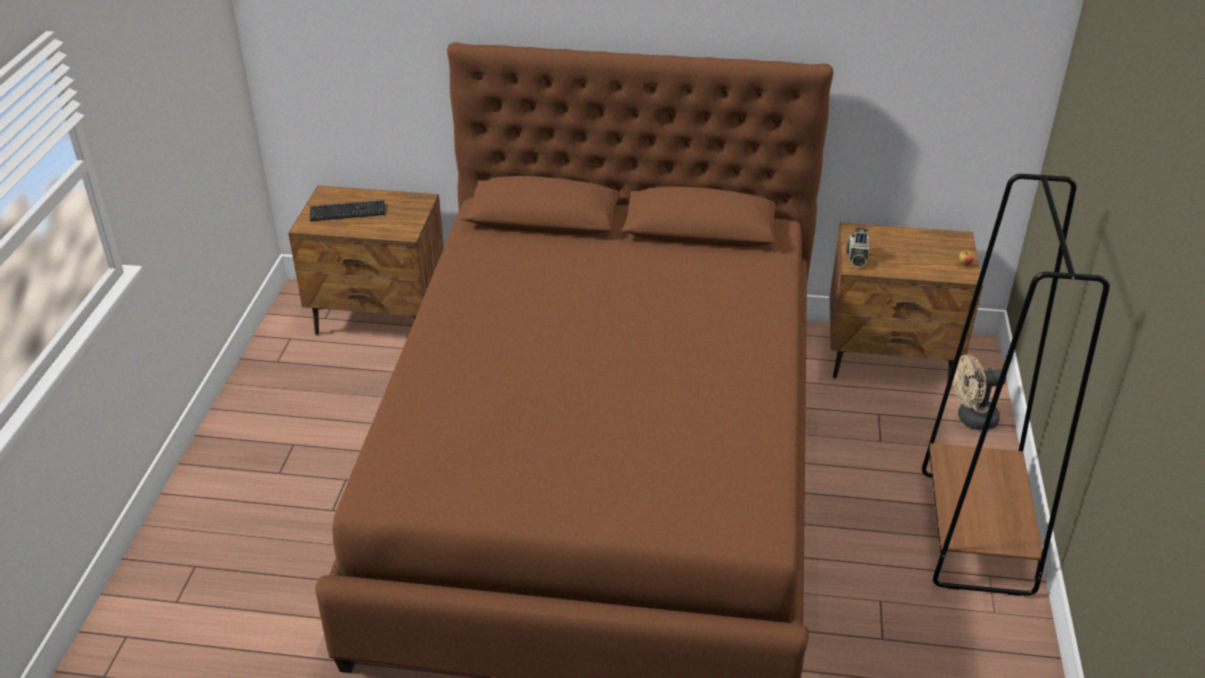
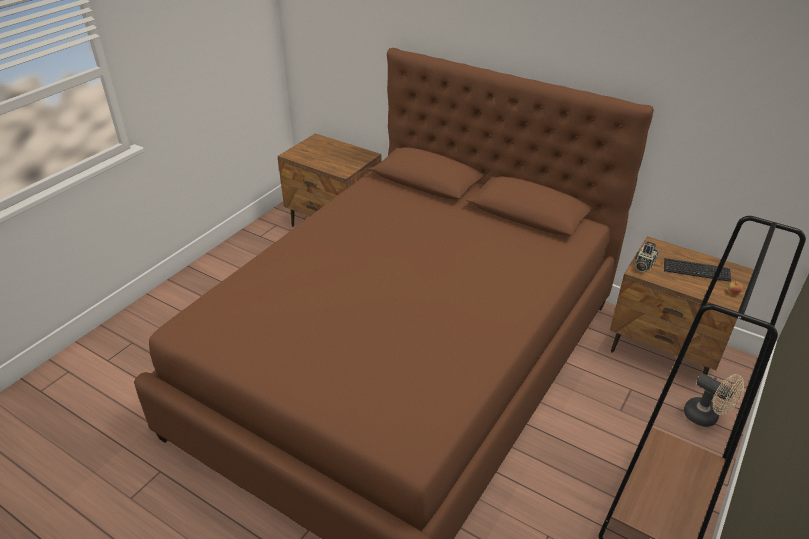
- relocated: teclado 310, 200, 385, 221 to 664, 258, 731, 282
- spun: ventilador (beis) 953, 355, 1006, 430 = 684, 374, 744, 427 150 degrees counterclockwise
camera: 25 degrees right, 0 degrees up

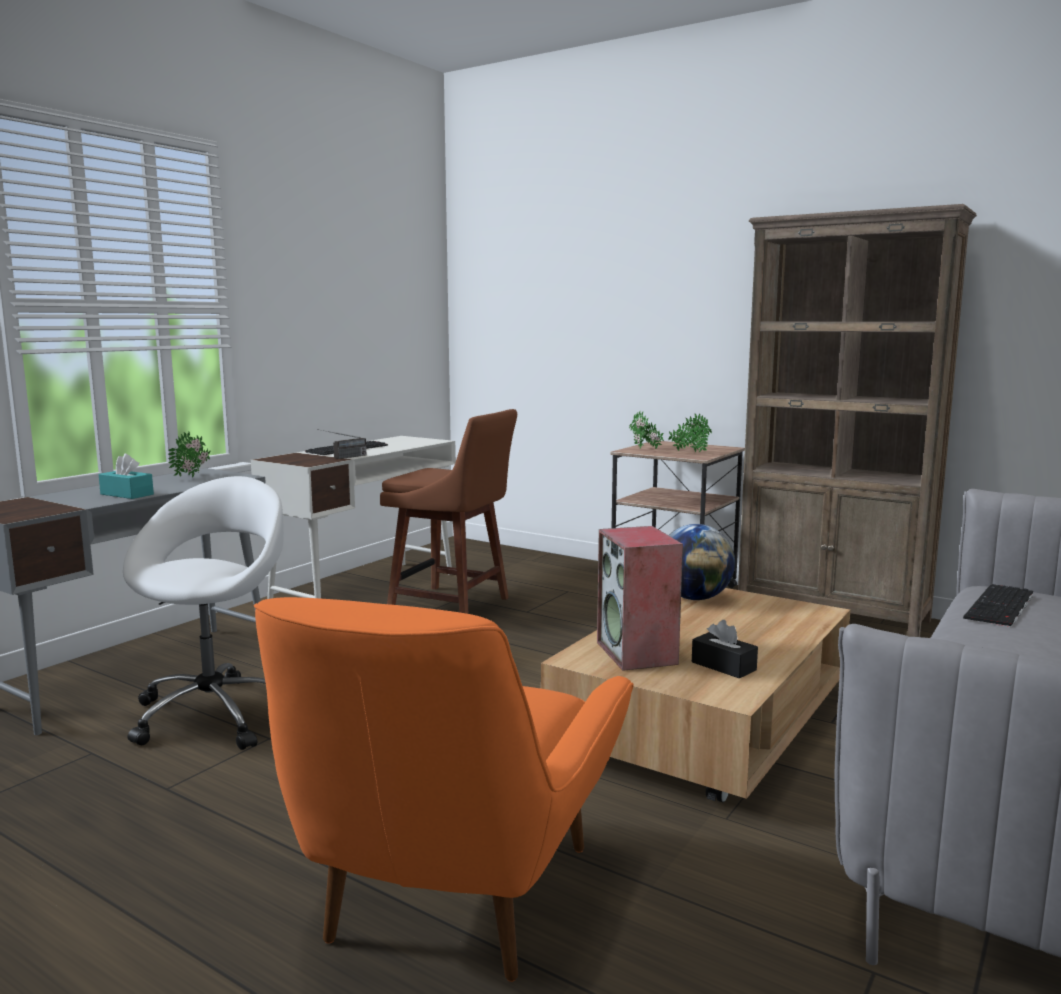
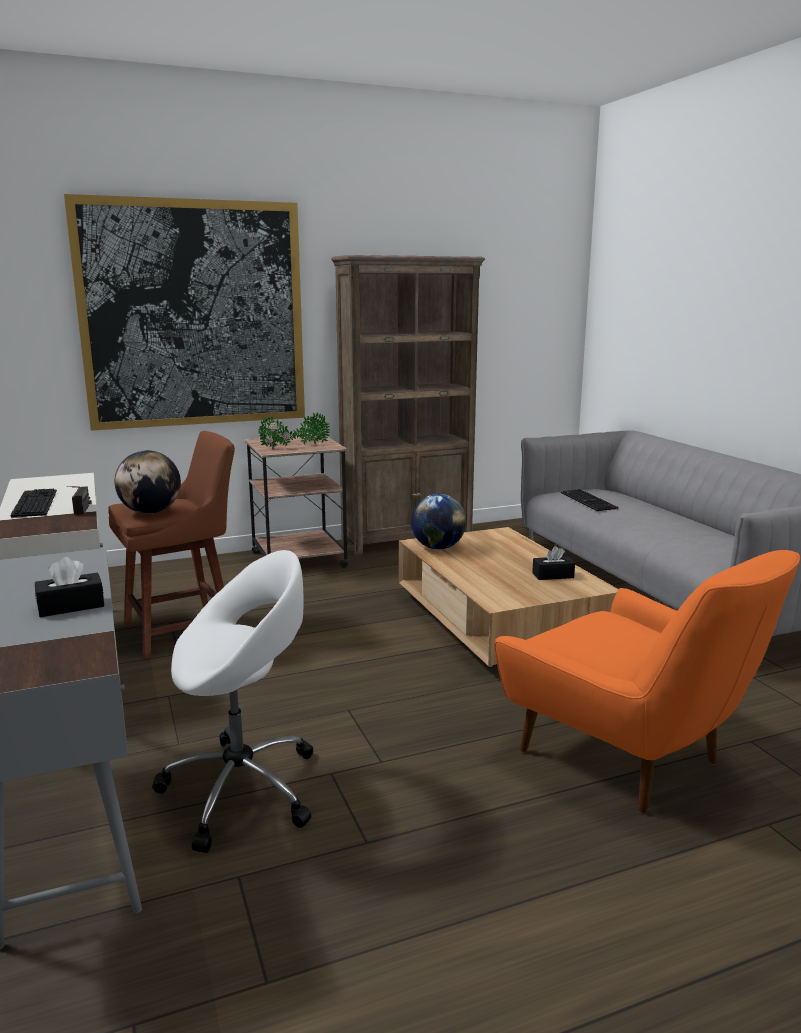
- missing: planta en maceta 168, 432, 210, 478
- missing: altavoz 597, 526, 683, 671
- appeared: cuadro 64, 194, 305, 431
- appeared: globo terráqueo 115, 450, 181, 514
- colour: caja de pañuelos (turquesa) 98, 454, 154, 499 to caja de pañuelos (negro) 35, 557, 104, 617
- spun: silla de oficina (blanco) 123, 476, 284, 750 = 152, 550, 313, 853 105 degrees clockwise
camera: 55 degrees left, 5 degrees up

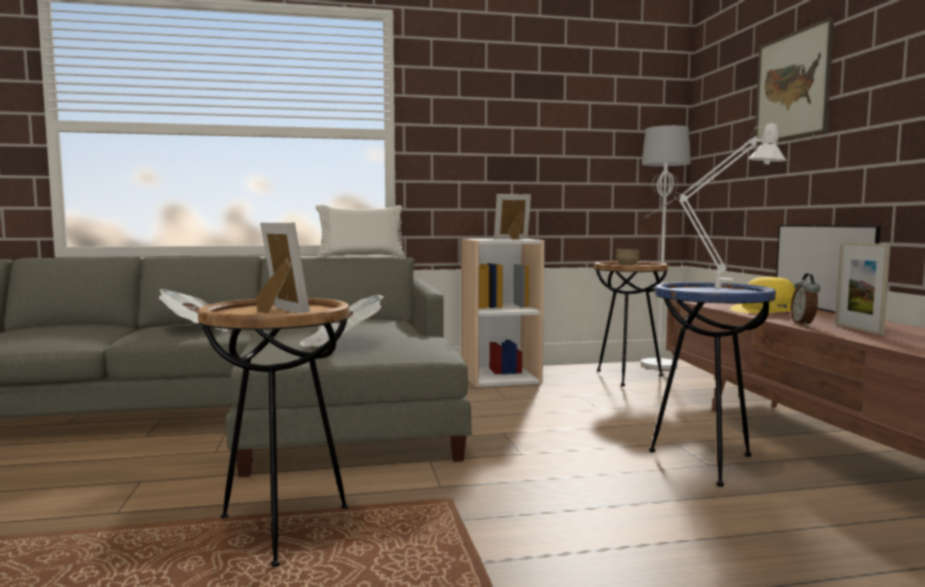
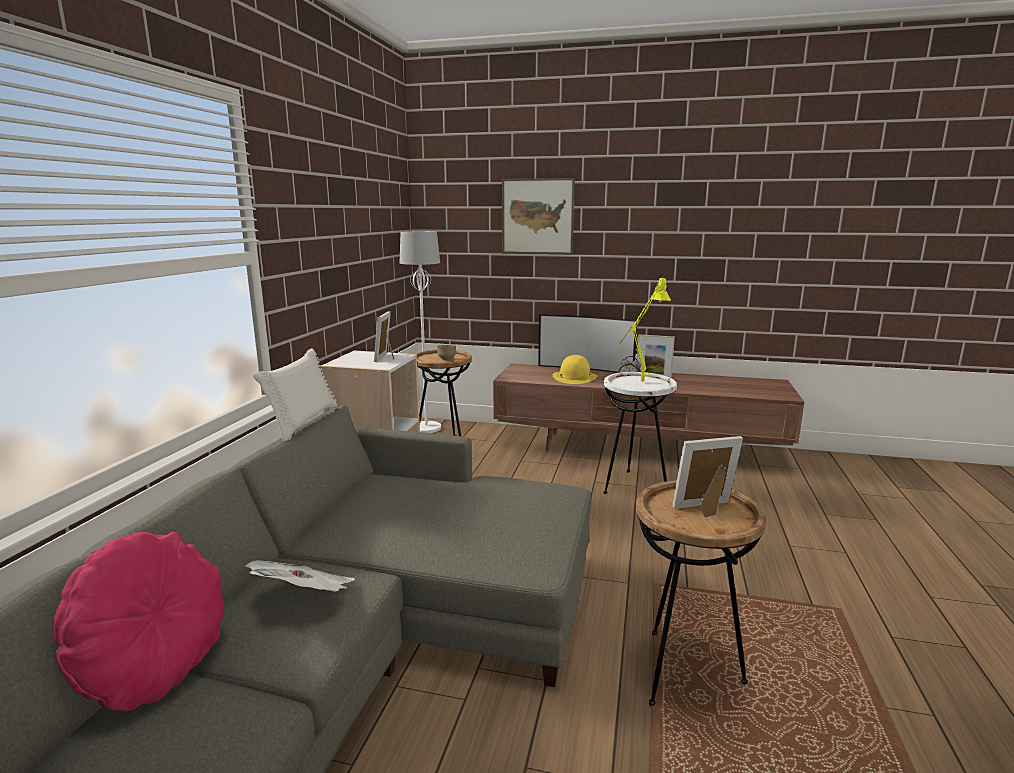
- missing: periódico 299, 295, 384, 347
- appeared: cojín (rosa) 53, 532, 224, 711
- colour: lámpara de mesa (blanco) 644, 121, 787, 289 to lámpara de mesa (amarillo) 618, 278, 671, 382
- colour: mesa auxiliar (azul) 649, 282, 776, 487 to mesa auxiliar (blanco) 604, 372, 677, 494
camera: 65 degrees left, 10 degrees up

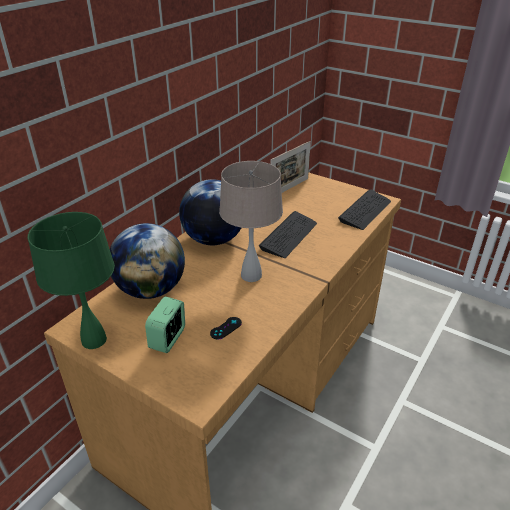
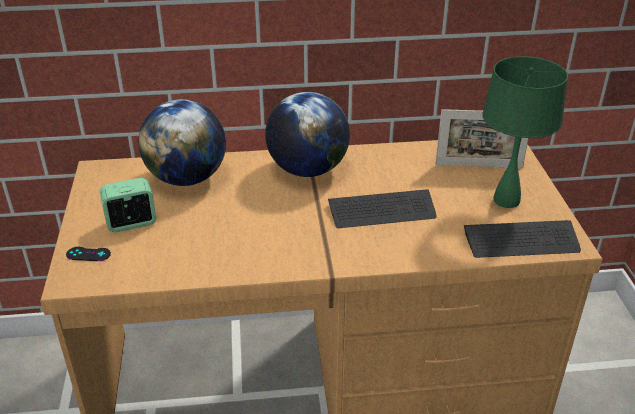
- missing: lámpara de mesa (beis) 219, 161, 283, 282
- relocated: lámpara de mesa (verde) 28, 212, 115, 349 to 482, 56, 568, 208
- relocated: mando de consola (negro) 210, 317, 242, 339 to 66, 247, 111, 261
camera: 50 degrees right, 0 degrees up

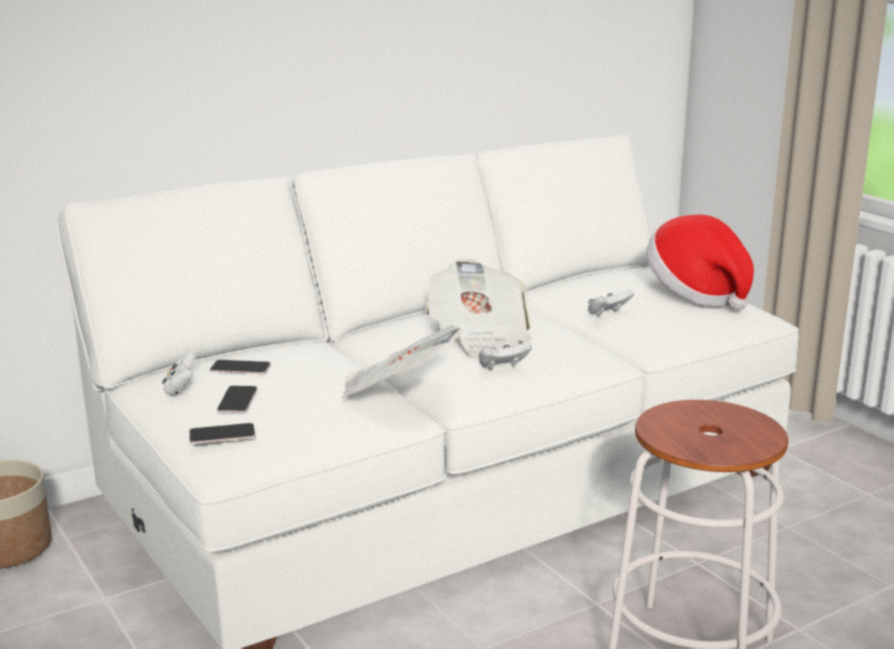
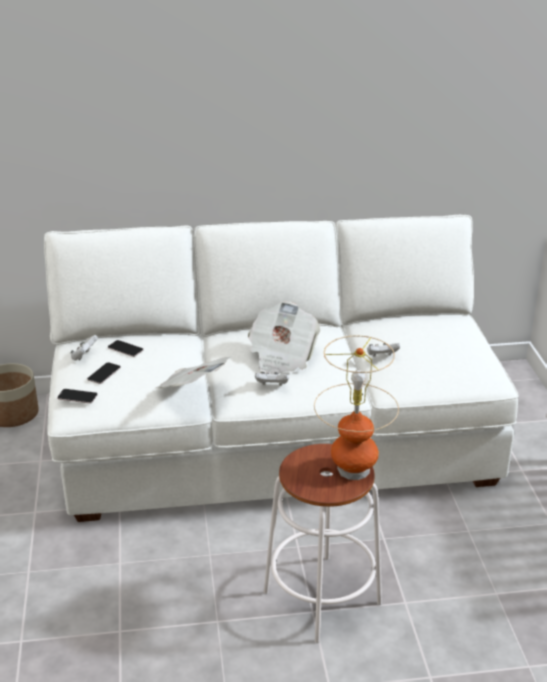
- missing: sombrero 646, 215, 754, 310
- appeared: lámpara de mesa 314, 335, 399, 480
camera: 25 degrees right, 10 degrees up

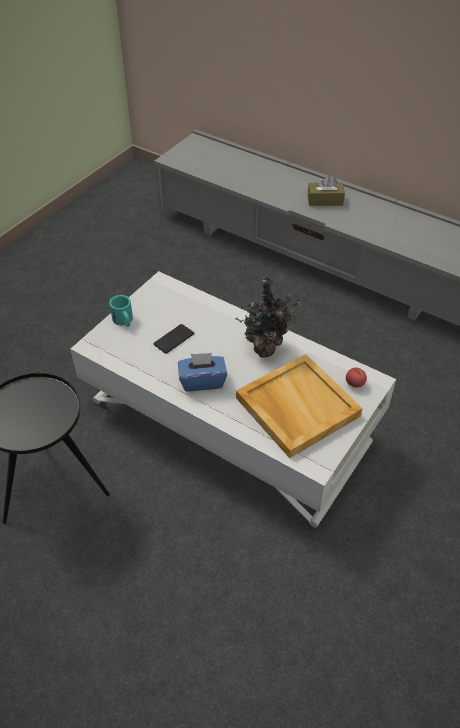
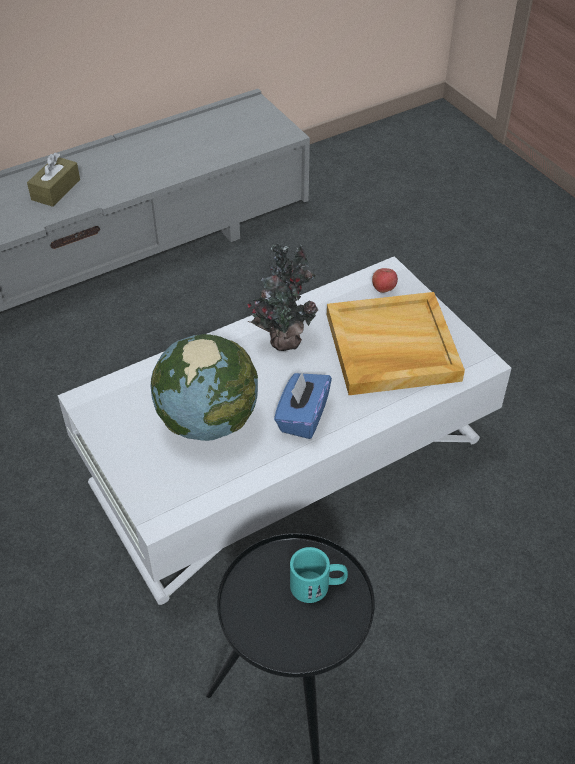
- relocated: taza grande (turquesa) 109, 295, 133, 327 to 290, 547, 348, 603
- exchanged: móvil 153, 324, 194, 354 to globo terráqueo 151, 334, 258, 441
camera: 65 degrees left, 0 degrees up

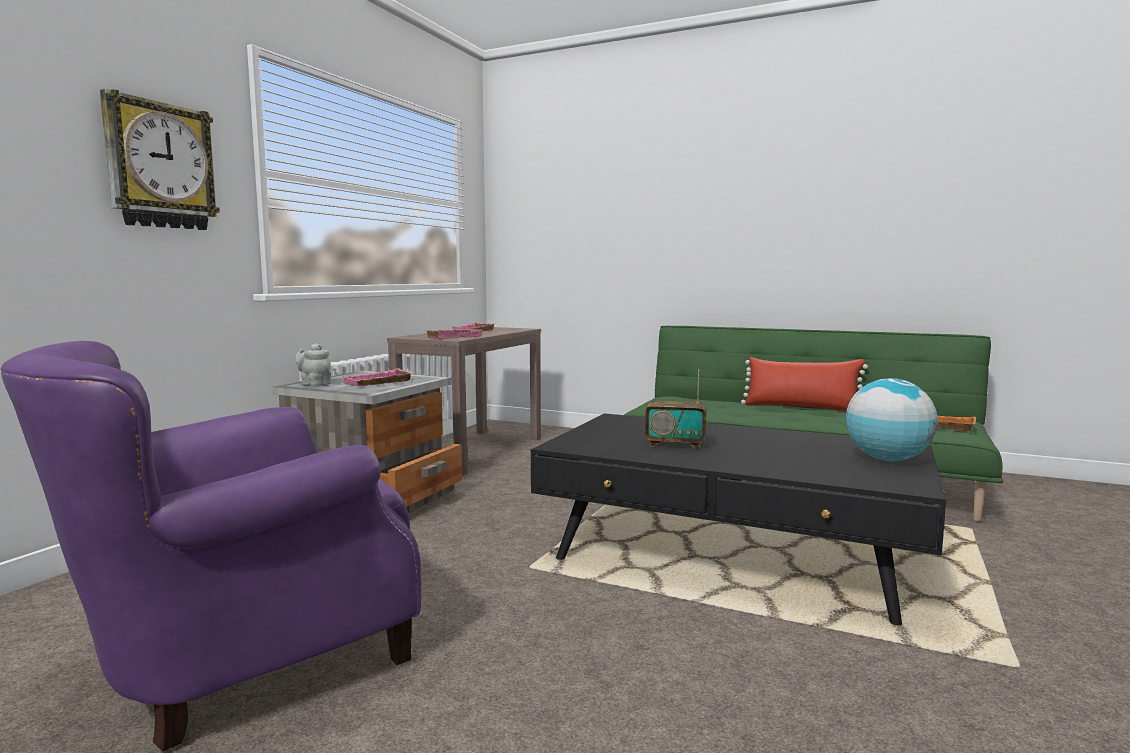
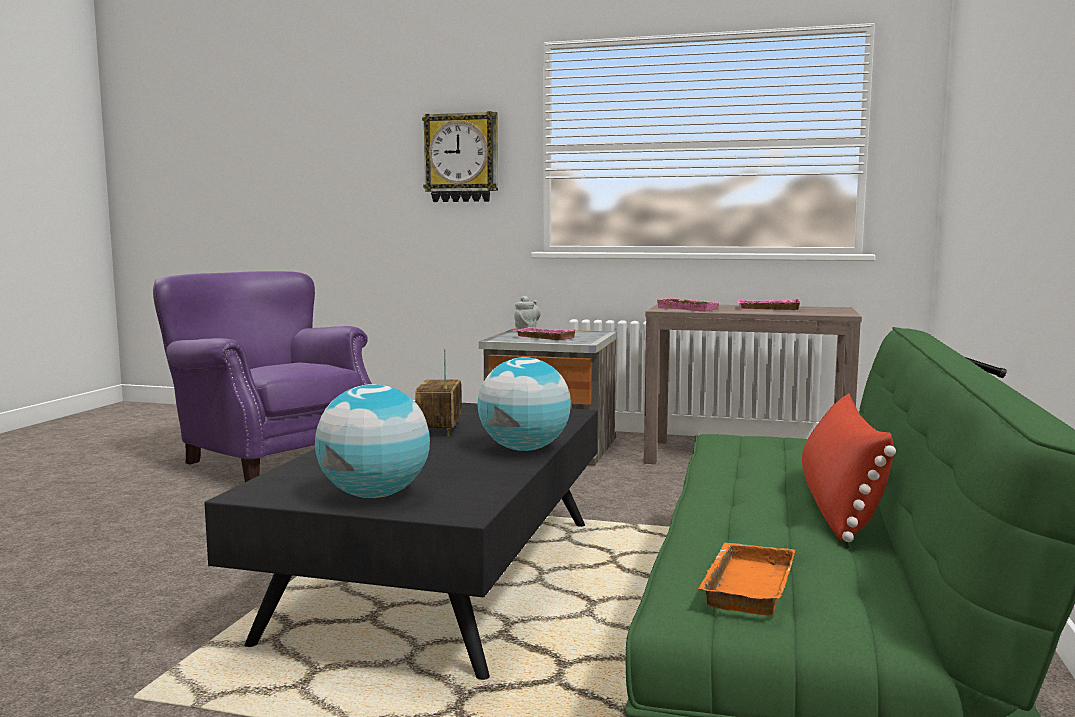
- appeared: globo terráqueo 478, 357, 571, 451
camera: 80 degrees right, 0 degrees up

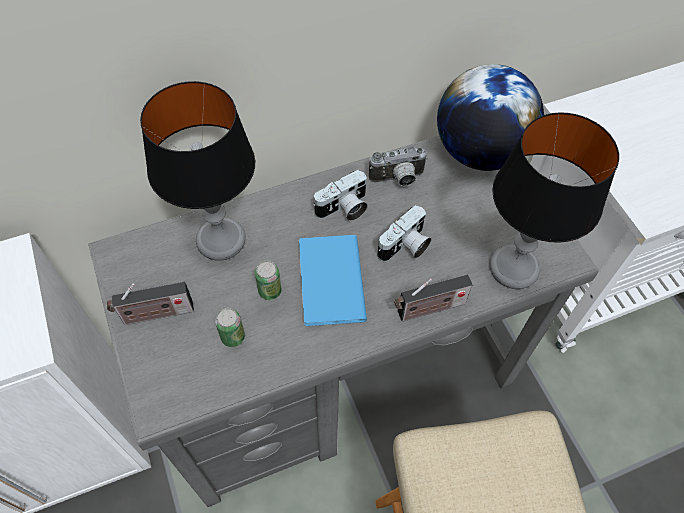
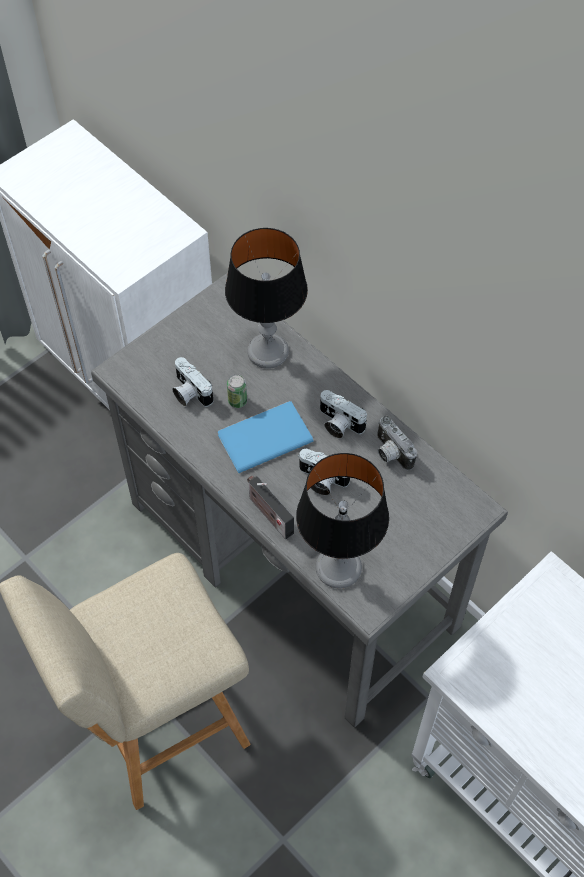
- missing: radio 107, 281, 194, 325
- missing: globo terráqueo 437, 64, 544, 171
- exchanged: lata 215, 308, 245, 347 to cámara 172, 357, 213, 407
camera: 70 degrees right, 0 degrees up

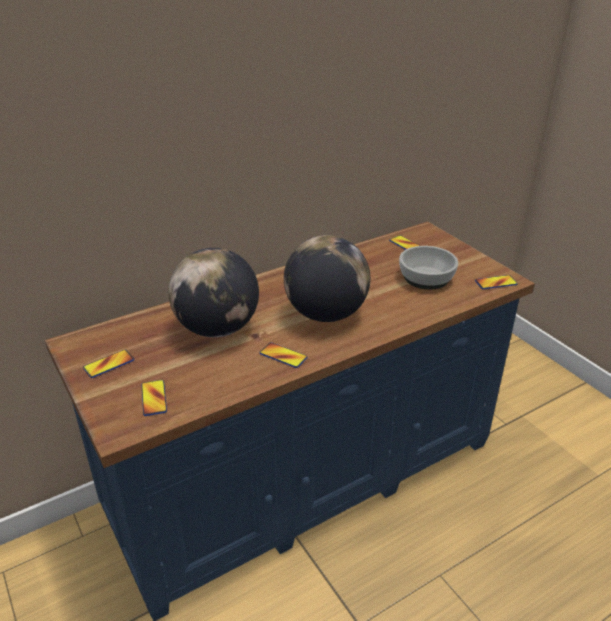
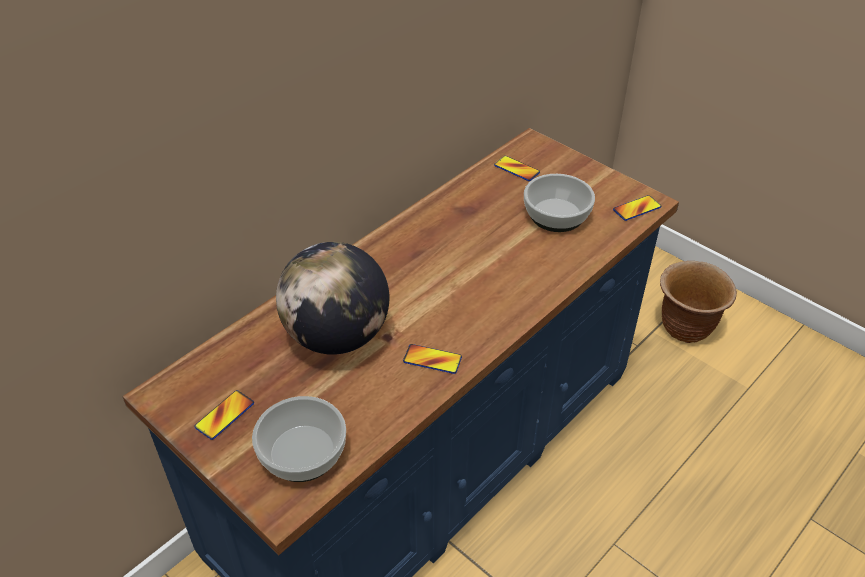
- missing: globo terráqueo 284, 235, 370, 322
- appeared: maceta (marrón) 660, 261, 737, 343
- exchanged: móvil 141, 380, 167, 416 to cuenco 252, 396, 346, 482
camera: 15 degrees left, 10 degrees up

